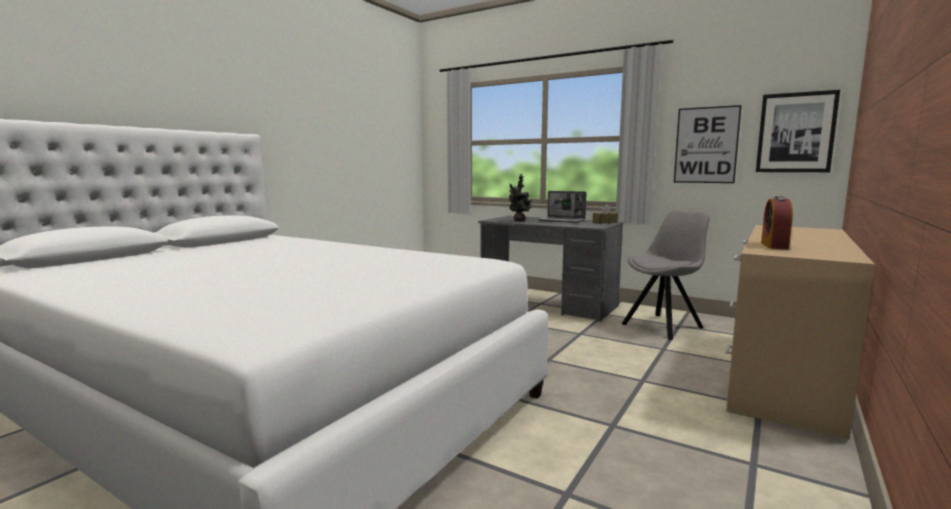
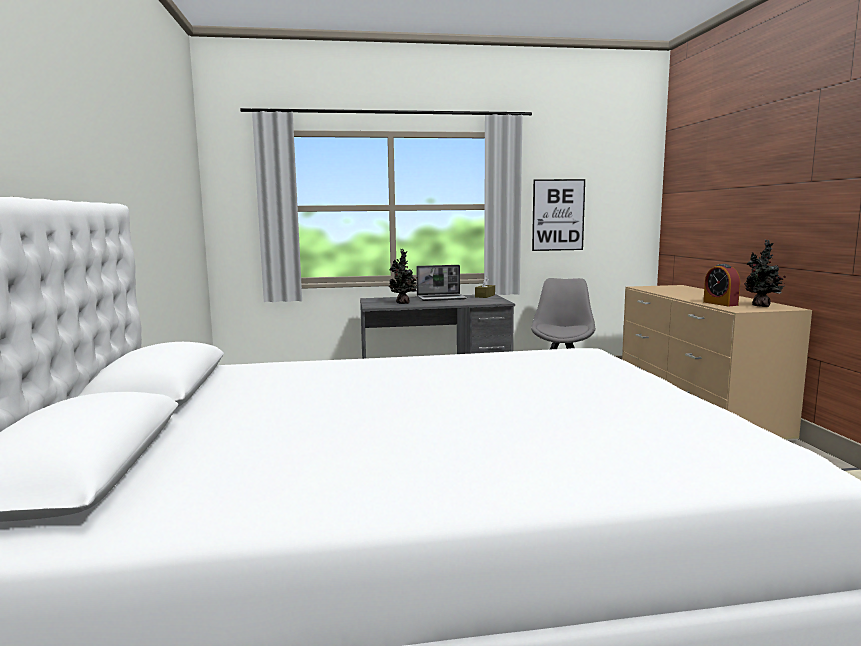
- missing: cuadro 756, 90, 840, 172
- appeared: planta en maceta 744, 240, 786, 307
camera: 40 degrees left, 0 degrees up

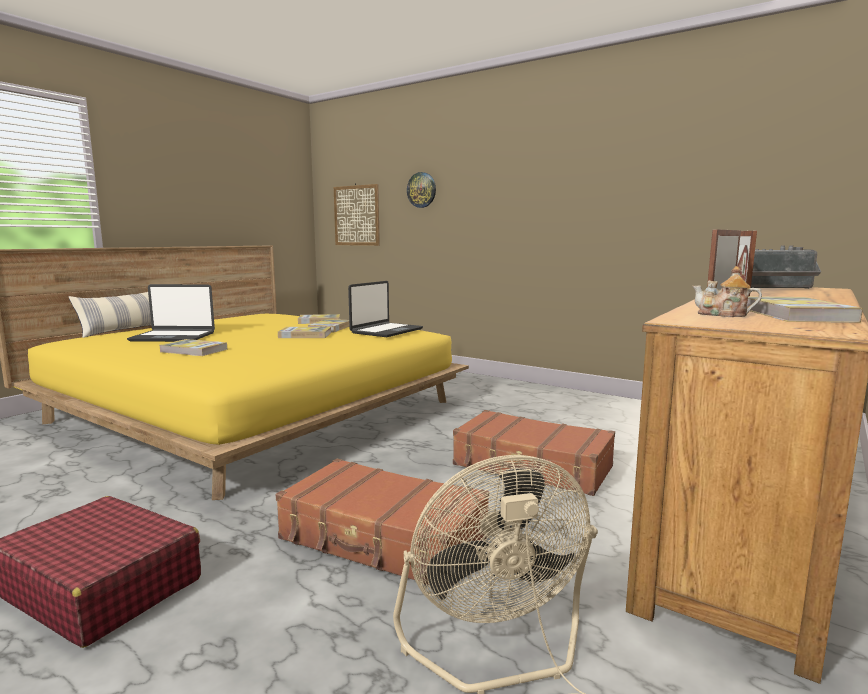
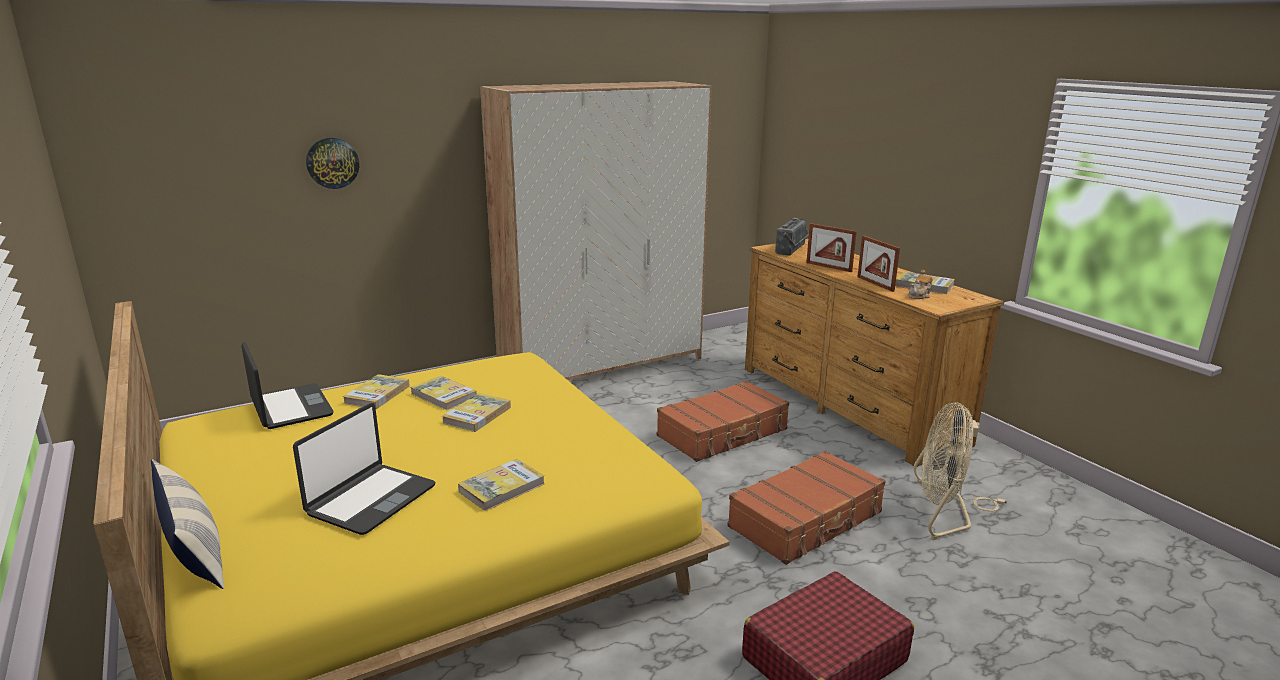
- missing: cuadro 334, 183, 380, 246
- appeared: armario ropero (blanco) 480, 81, 712, 380
- relocated: portátil 348, 281, 423, 337 to 241, 342, 334, 429
camera: 65 degrees left, 10 degrees up

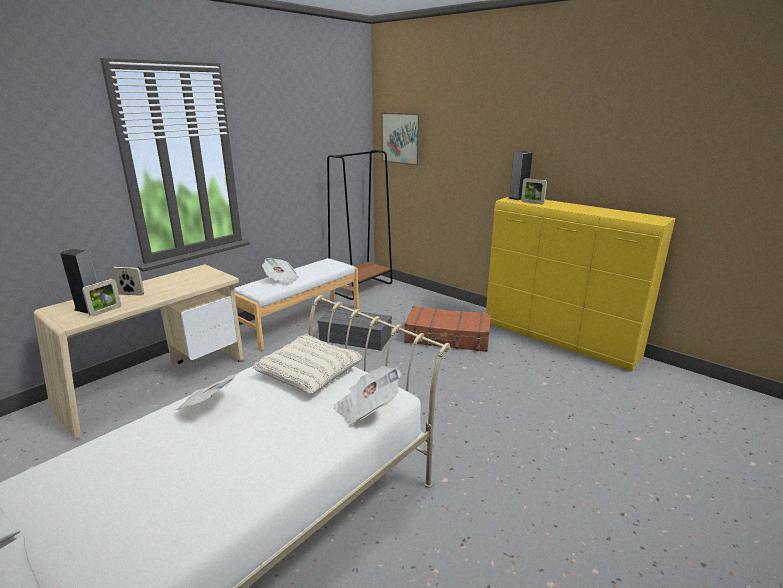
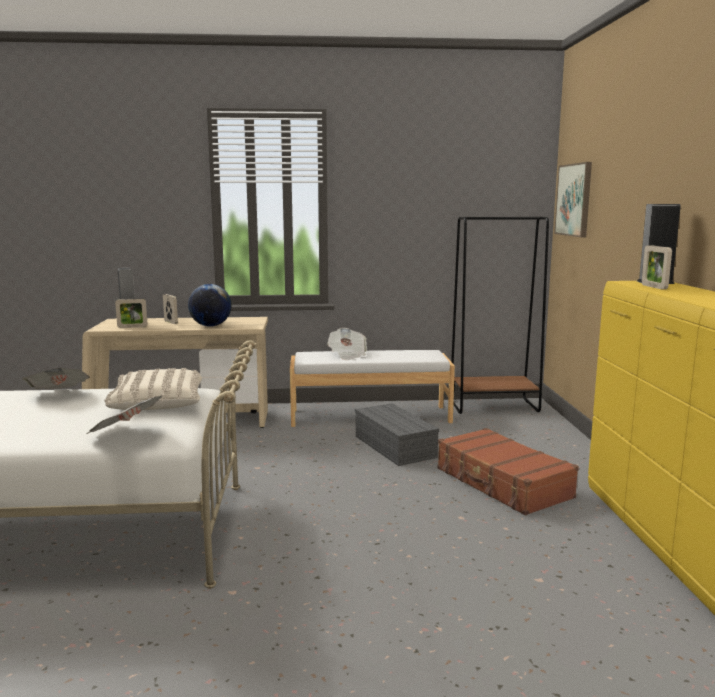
- appeared: globo terráqueo 188, 284, 232, 327
camera: 45 degrees right, 10 degrees down

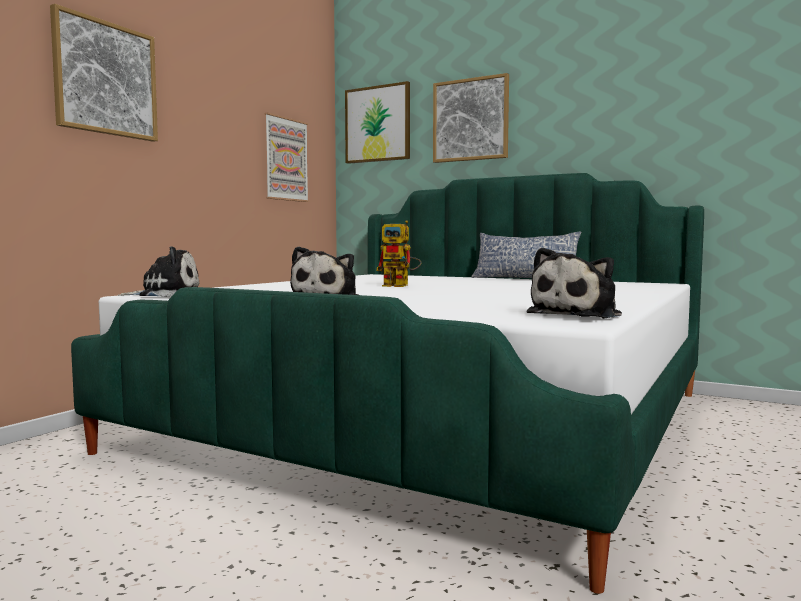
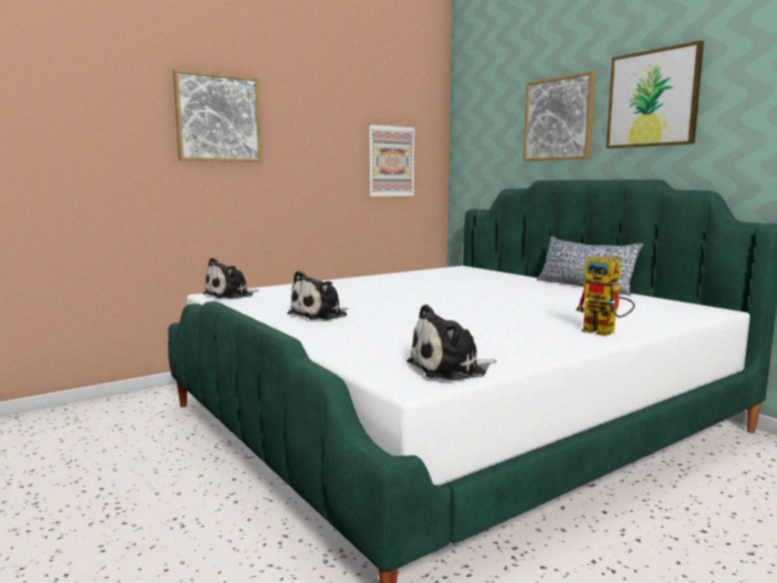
- relocated: cuadro 345, 81, 410, 164 to 606, 40, 704, 149
- relocated: robot de juguete 376, 220, 422, 287 to 576, 255, 635, 336
- spun: peluche 118, 246, 200, 297 = 202, 258, 259, 299 120 degrees clockwise
camera: 25 degrees right, 5 degrees up

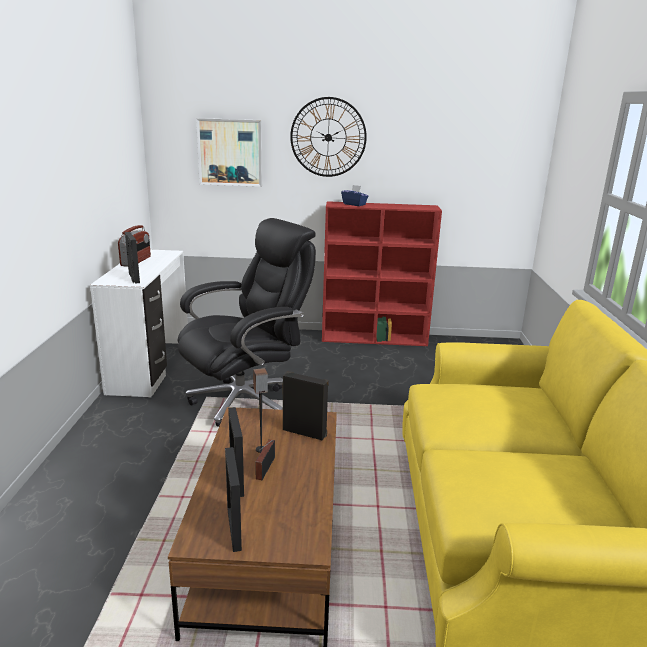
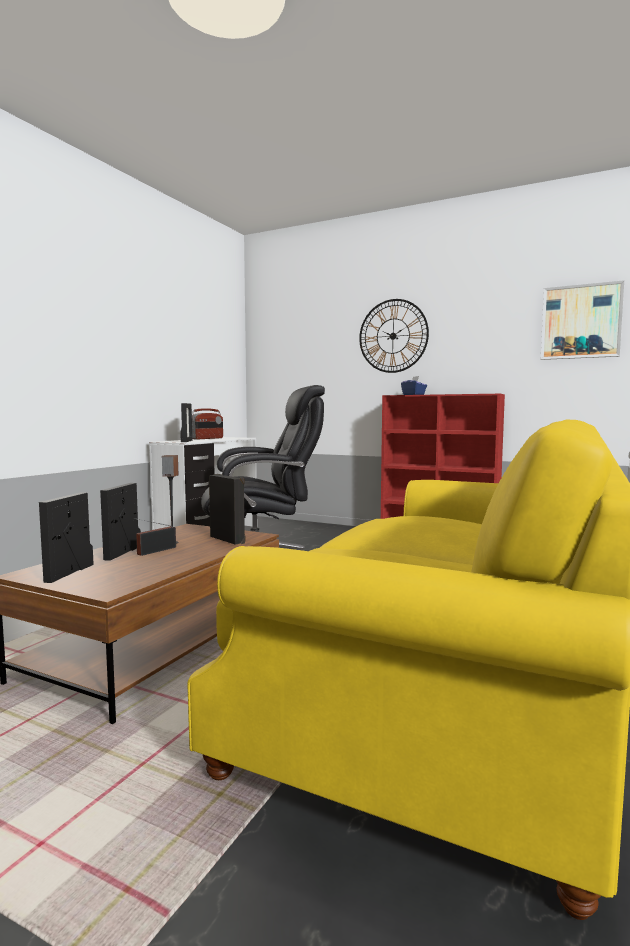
- relocated: cuadro 196, 118, 262, 187 to 541, 280, 625, 360
camera: 25 degrees right, 15 degrees down

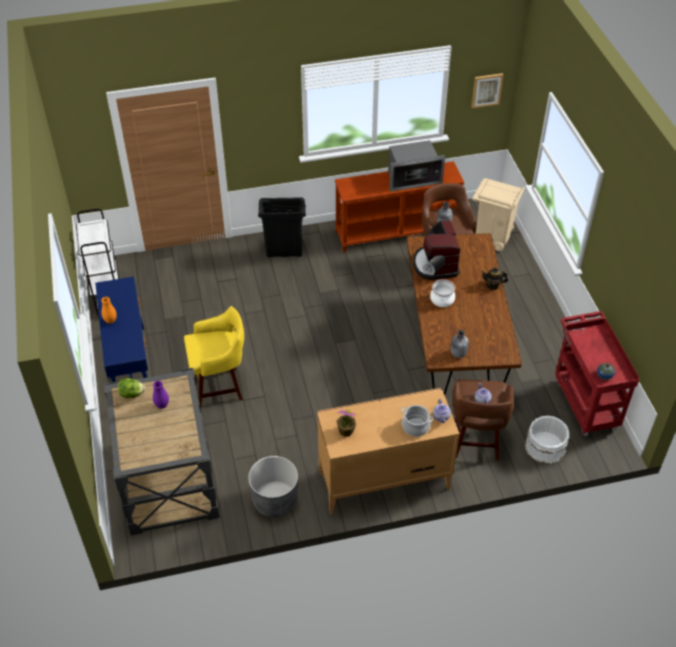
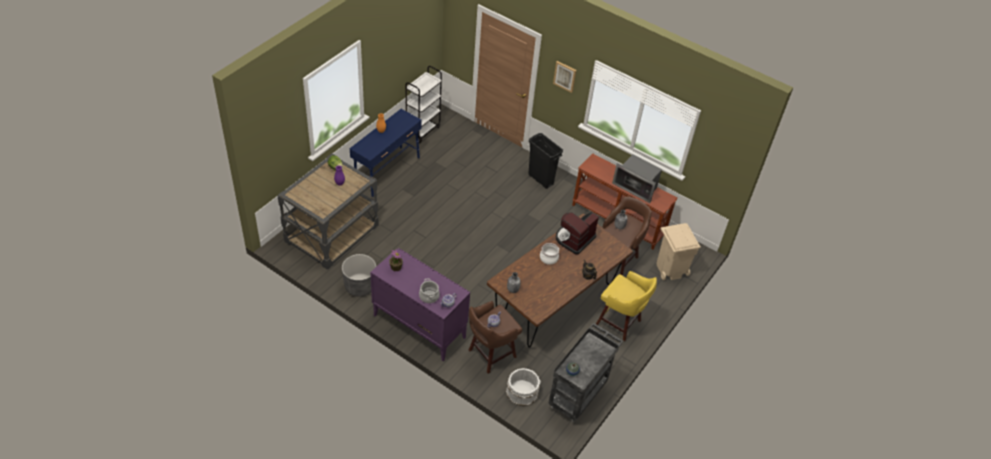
- relocated: taburete (amarillo) 184, 306, 244, 408 to 596, 271, 657, 341
- relocated: cuadro 471, 73, 503, 108 to 553, 61, 576, 93
- colour: armario (marrón) 317, 388, 460, 514 to armario (morado) 370, 248, 470, 361
- colour: carrito (rojo) 555, 311, 640, 436 to carrito (negro) 549, 323, 623, 422
camera: 45 degrees right, 0 degrees up

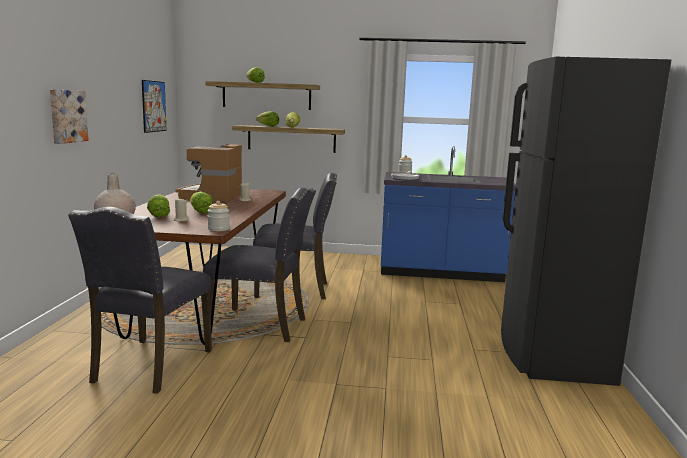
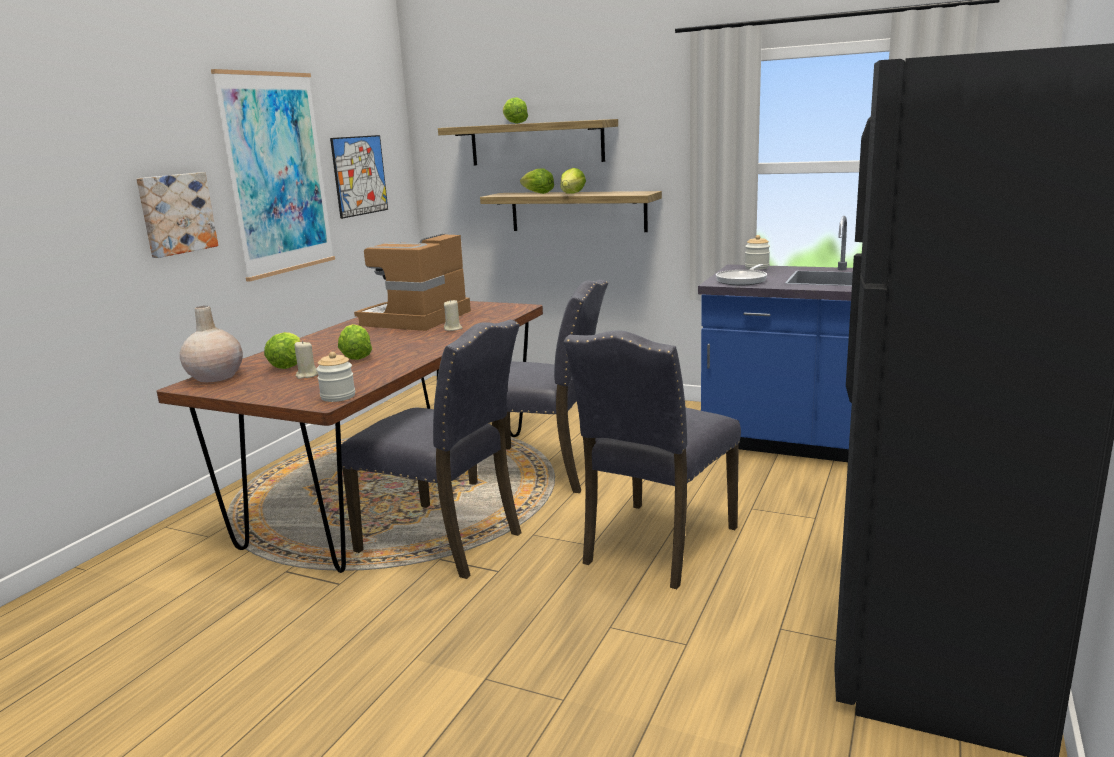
- appeared: cuadro 211, 69, 335, 281
- relocated: silla (gris) 68, 207, 212, 394 to 563, 330, 741, 589
camera: 20 degrees right, 5 degrees up

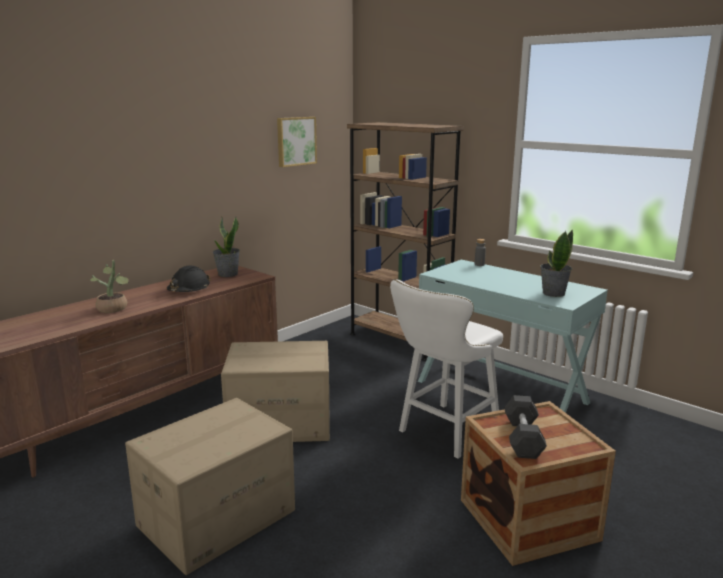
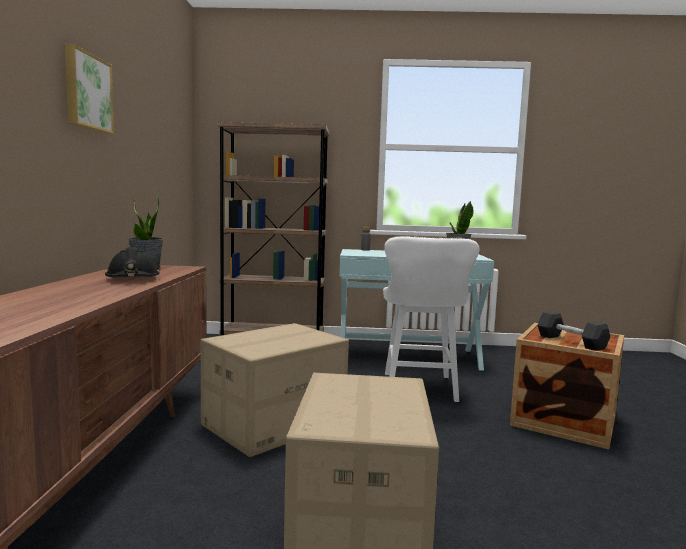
- missing: planta en maceta 90, 260, 129, 313
- relocated: cuadro 277, 117, 317, 167 to 65, 44, 114, 134
camera: 40 degrees left, 10 degrees down

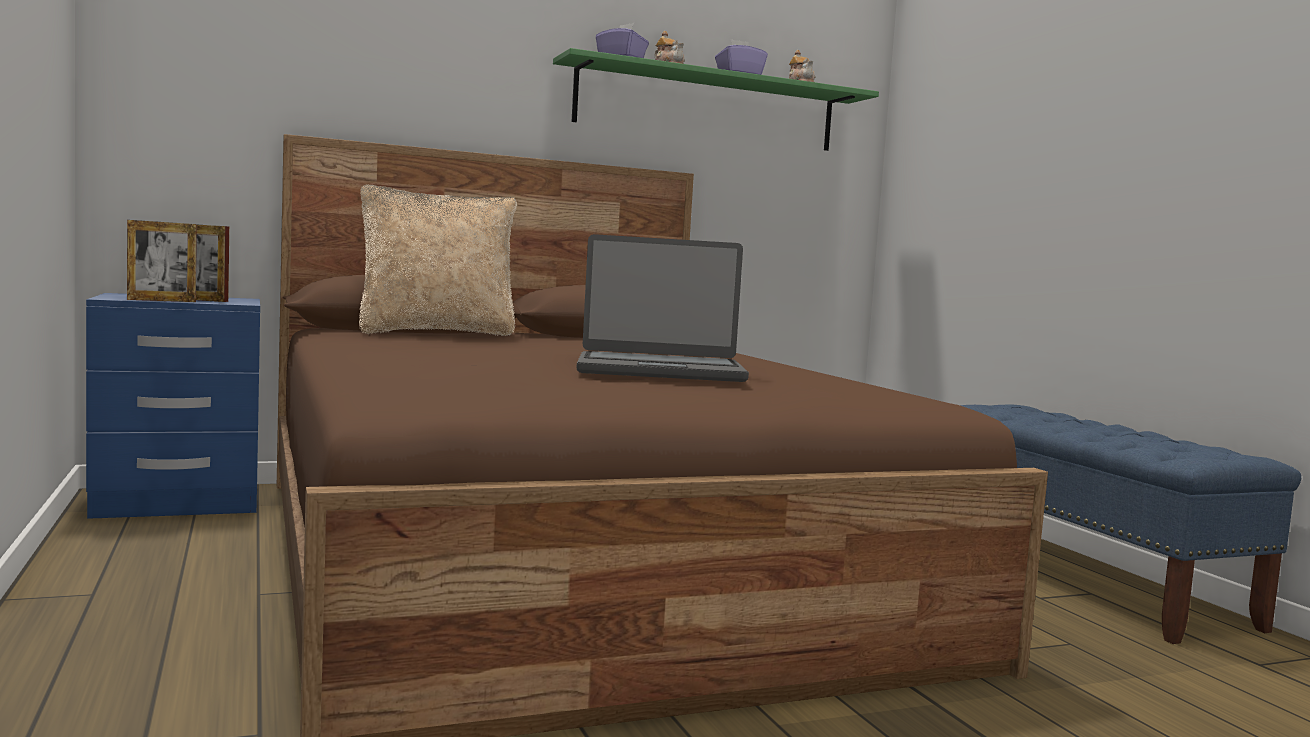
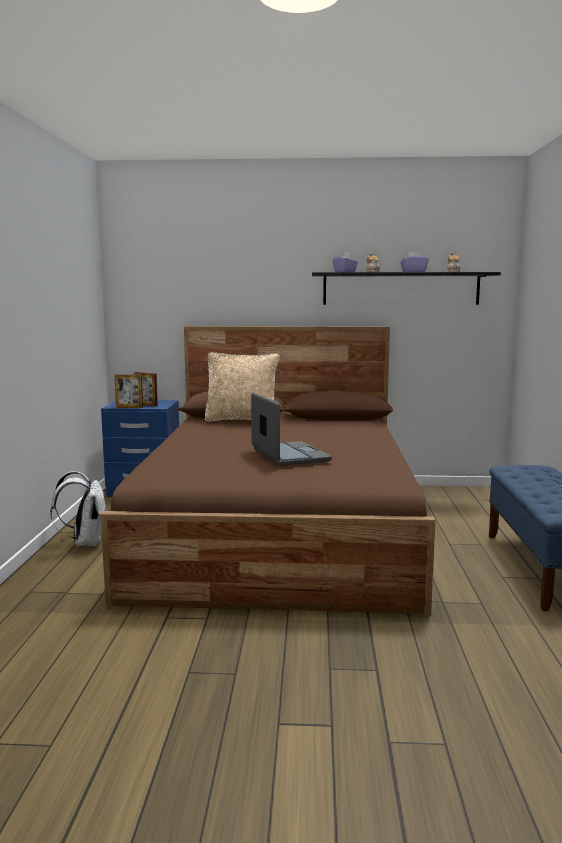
- appeared: mochila (blanco) 50, 471, 107, 546
- colour: estante (verde) 553, 48, 879, 151 to estante (negro) 312, 272, 501, 305
- spun: portátil 577, 234, 749, 382 = 251, 393, 332, 466 135 degrees counterclockwise
camera: 25 degrees right, 5 degrees up

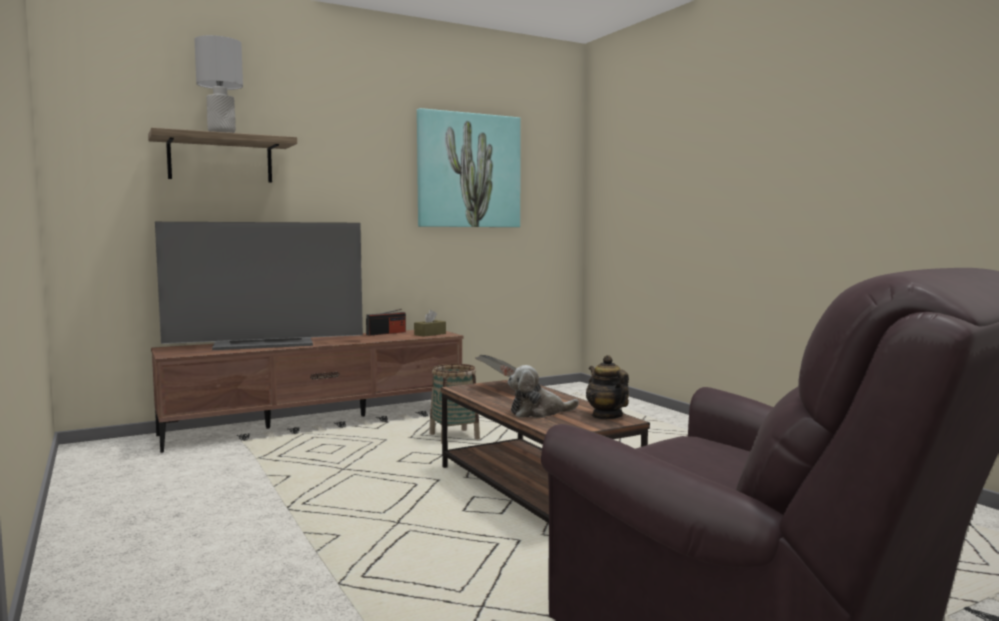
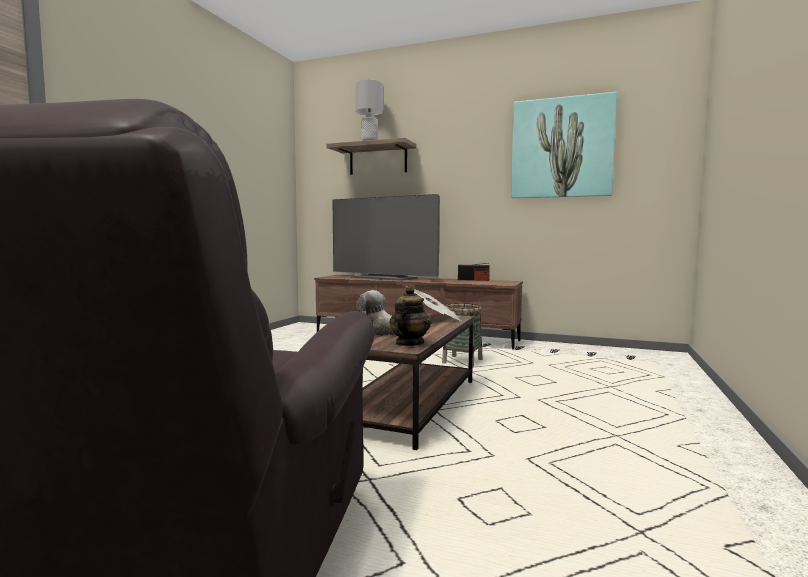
- missing: caja de pañuelos (marrón) 414, 310, 446, 337
camera: 50 degrees right, 0 degrees up

